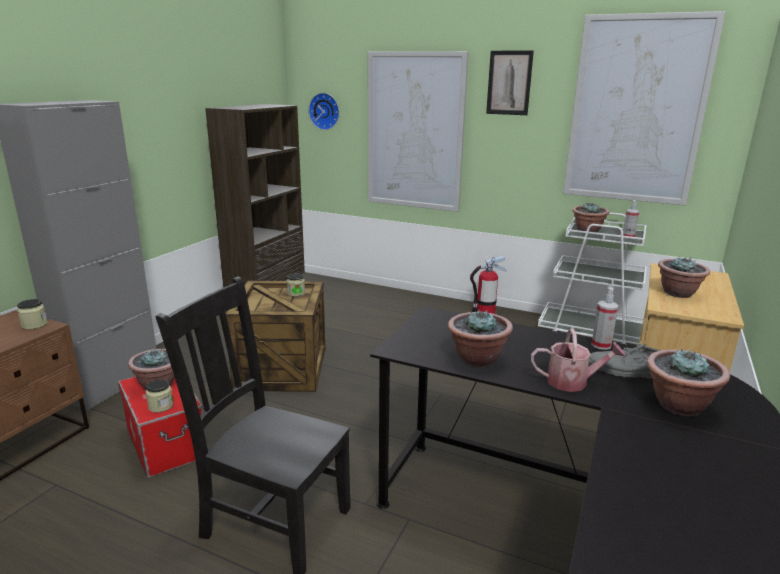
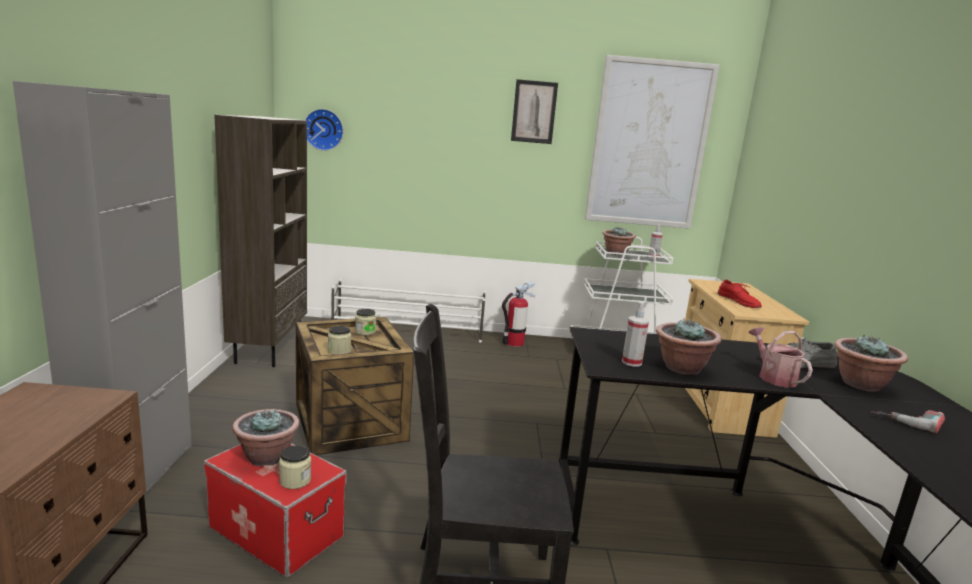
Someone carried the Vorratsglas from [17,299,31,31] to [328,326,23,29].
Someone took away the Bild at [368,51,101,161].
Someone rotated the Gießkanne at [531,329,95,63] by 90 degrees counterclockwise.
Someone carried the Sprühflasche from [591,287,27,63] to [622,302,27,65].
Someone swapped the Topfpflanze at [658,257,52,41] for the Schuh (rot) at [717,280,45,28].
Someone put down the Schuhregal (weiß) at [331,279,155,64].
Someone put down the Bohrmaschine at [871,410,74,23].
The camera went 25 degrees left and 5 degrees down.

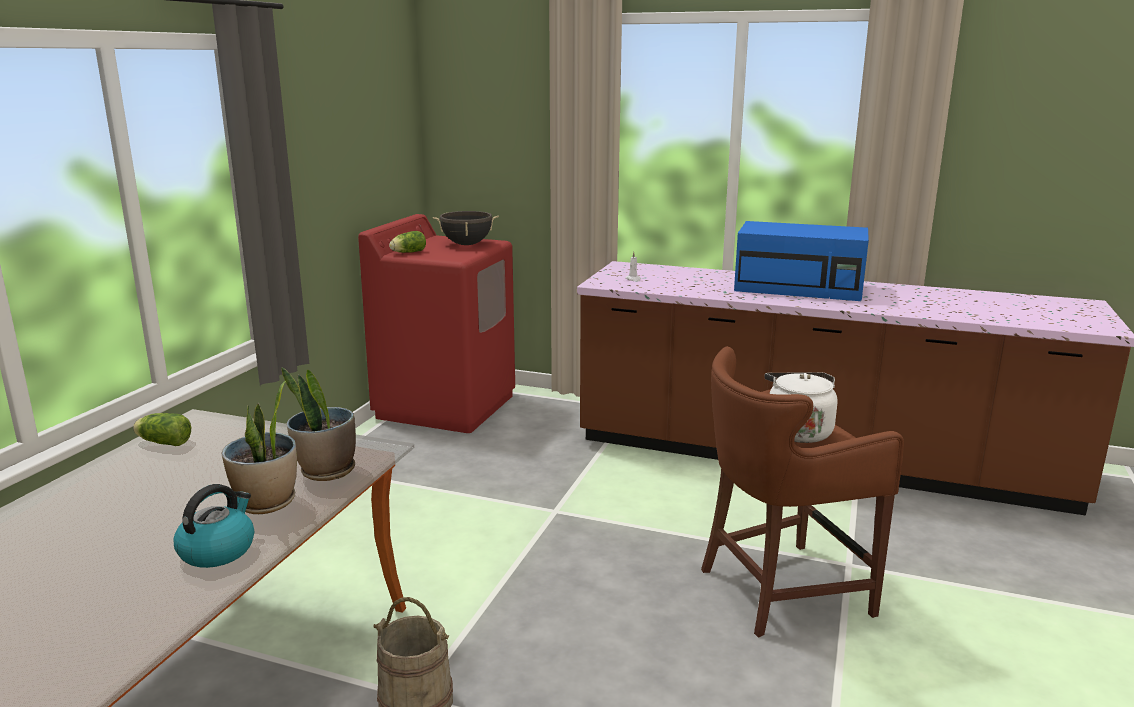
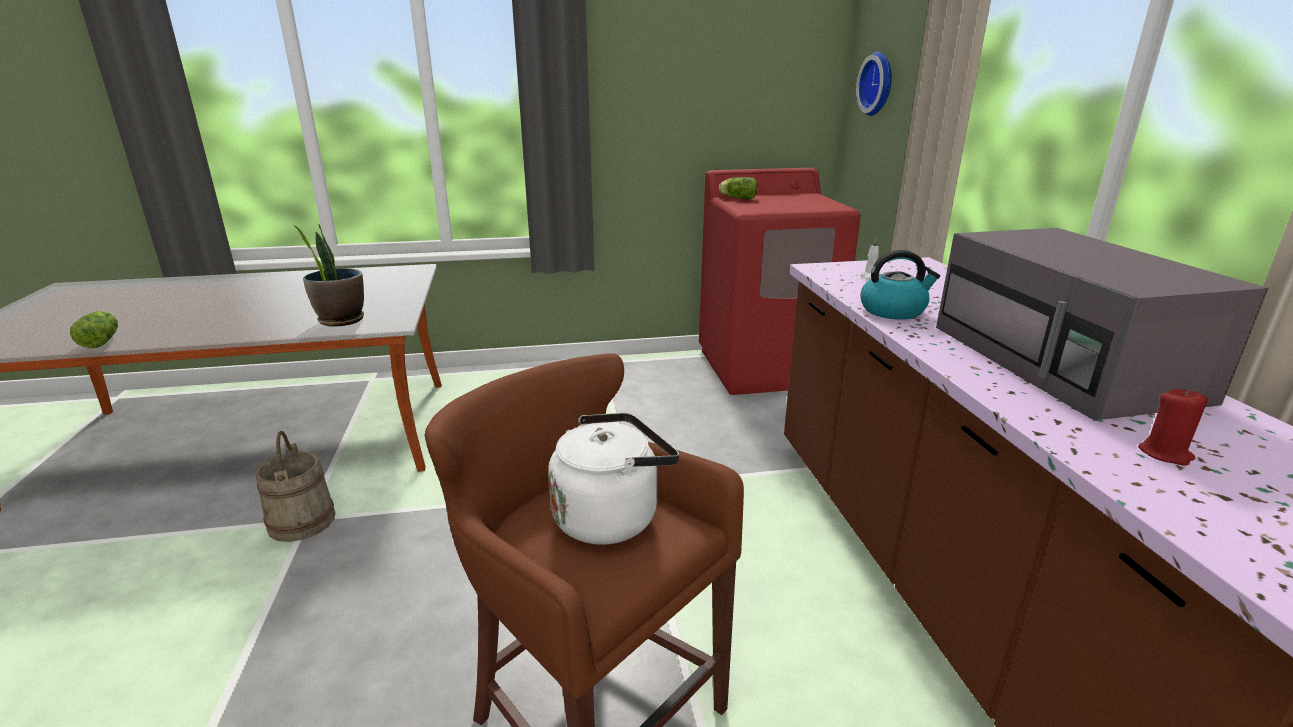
Someone carried the Salatkopf from [133,413,58,33] to [70,311,48,37].
Someone carried the Wasserkessel from [173,484,81,84] to [860,250,80,70].
Someone took away the Topfpflanze at [222,381,75,133].
Someone took away the Kochtopf (schwarz) at [433,211,66,34].
Someone repainted the Mikrowelle (blau) at [734,221,135,80], which became the Mikrowelle (grau) at [936,228,332,193].
Someone put up the Wanduhr at [856,52,36,64].
Someone put down the Kerze (rot) at [1138,389,70,77].
The camera went 60 degrees right and 5 degrees up.

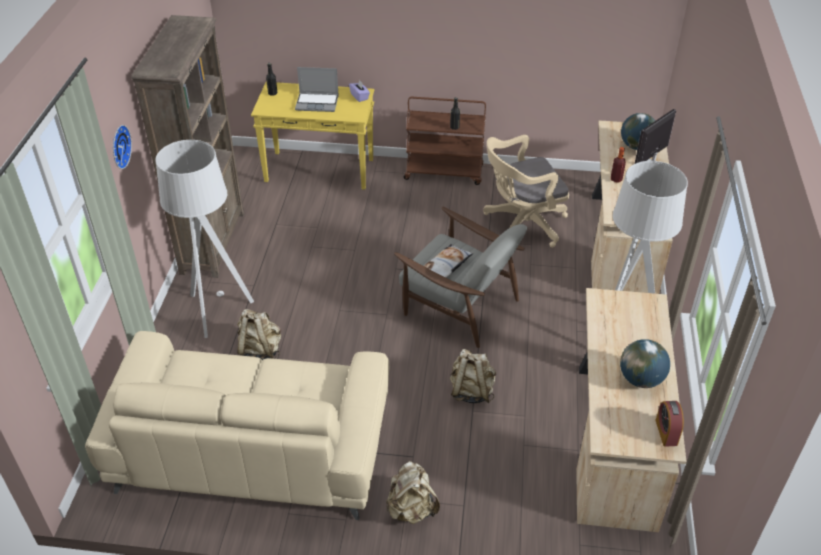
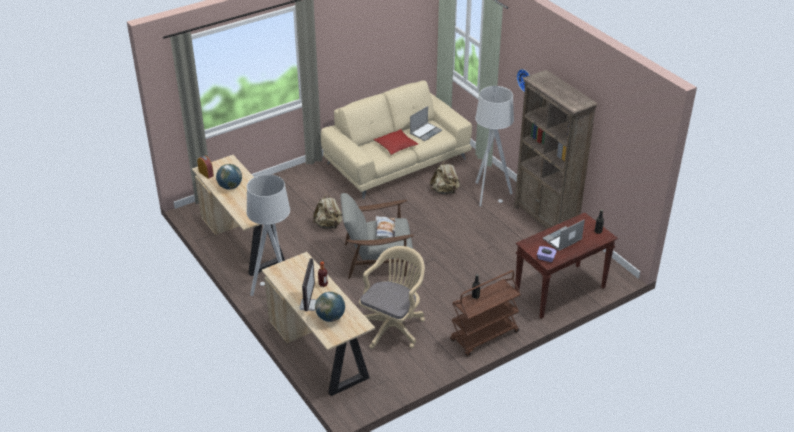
Someone repainted the Konsolentisch (gelb) at [251,82,123,108], which became the Konsolentisch (braun) at [515,213,103,106].
Someone took away the Rucksack (beige) at [386,461,54,63].
Someone put down the Kissen (rot) at [374,129,45,26].
Someone put down the Laptop at [410,106,32,35].
The camera went 140 degrees right and 5 degrees down.

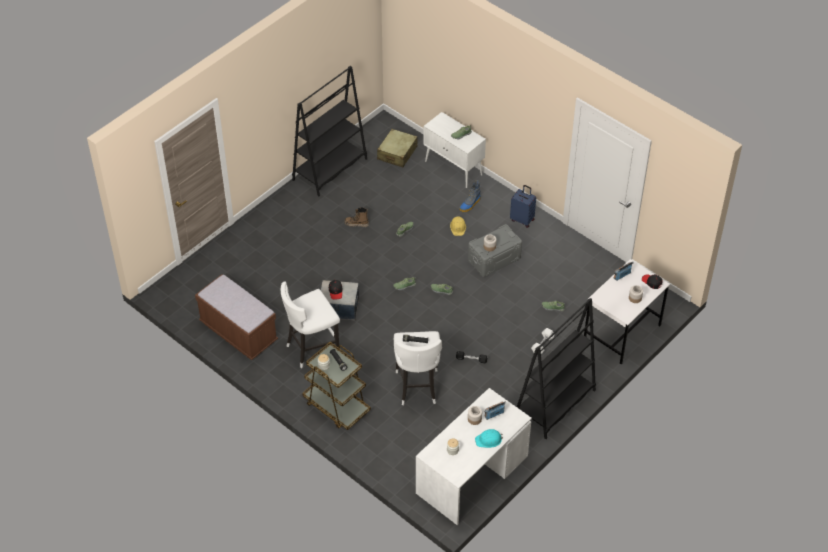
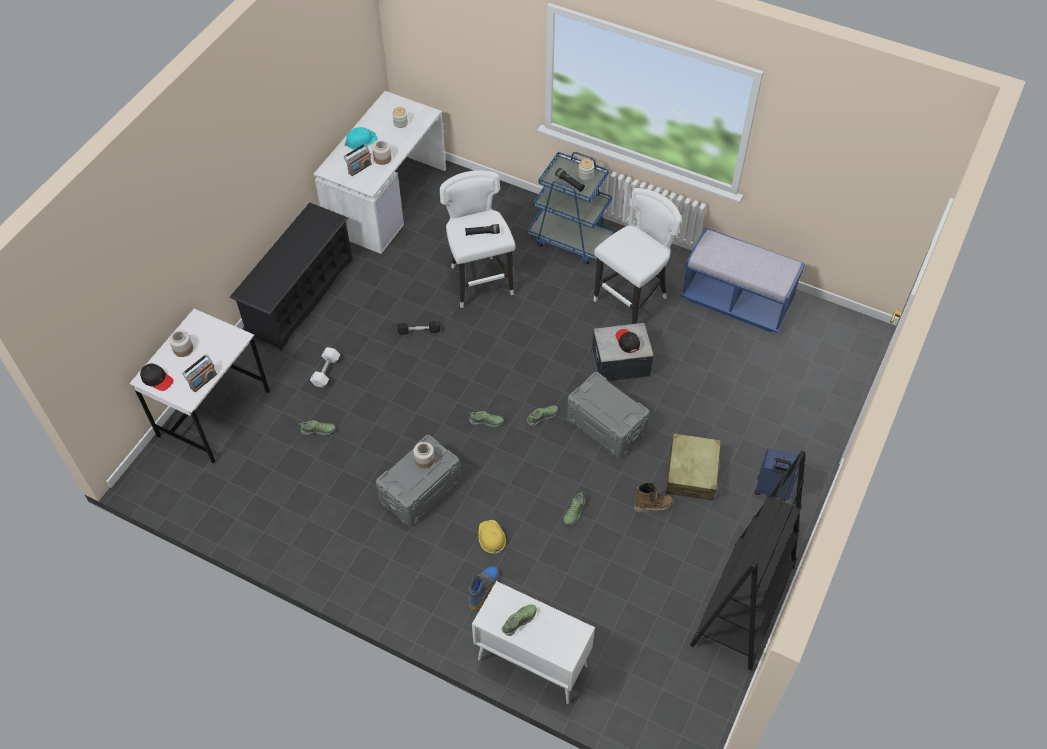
Someone repainted the Bank (braun) at [195,274,83,86], which became the Bank (blau) at [680,227,125,106].
Someone repainted the Rollwagen (braun) at [302,342,69,88], which became the Rollwagen (blau) at [527,152,89,112].
Someone carried the Koffer (beige) from [377,129,41,38] to [665,433,56,68].
Someone carried the Koffer (blau) from [510,185,26,43] to [755,448,44,53].
Someone swapped the Bücherregal (schwarz) at [517,298,79,141] for the Schuhregal (schwarz) at [229,202,124,149].
Someone put down the Aufbewahrungsbox (grau) at [567,372,83,87].
The camera went 165 degrees right and 5 degrees up.

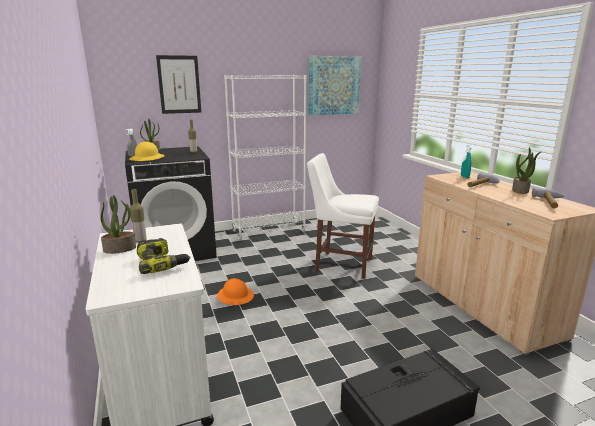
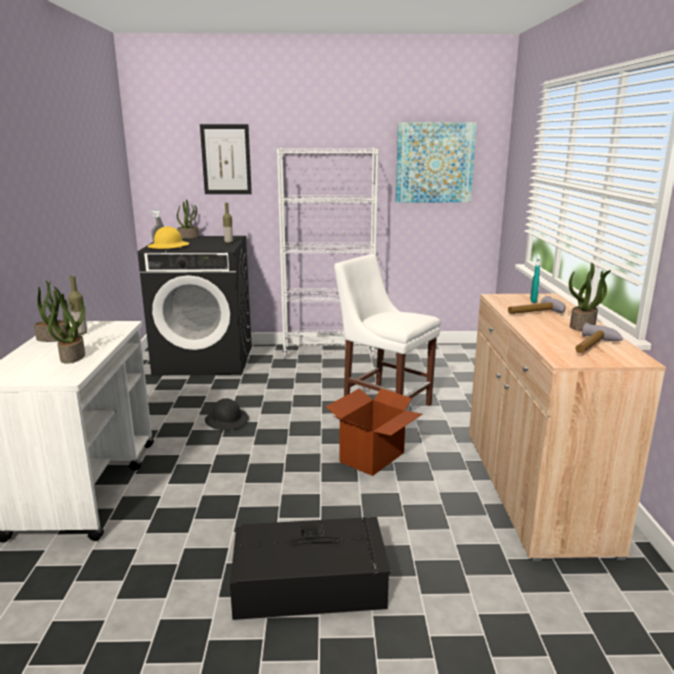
Someone swapped the Bohrmaschine at [137,238,53,36] for the Topfpflanze at [43,294,42,70].
Someone repainted the Schutzhelm (orange) at [217,278,37,27], which became the Schutzhelm (schwarz) at [205,398,44,32].
Someone put down the Karton at [325,388,97,88].
The camera went 20 degrees right and 0 degrees up.

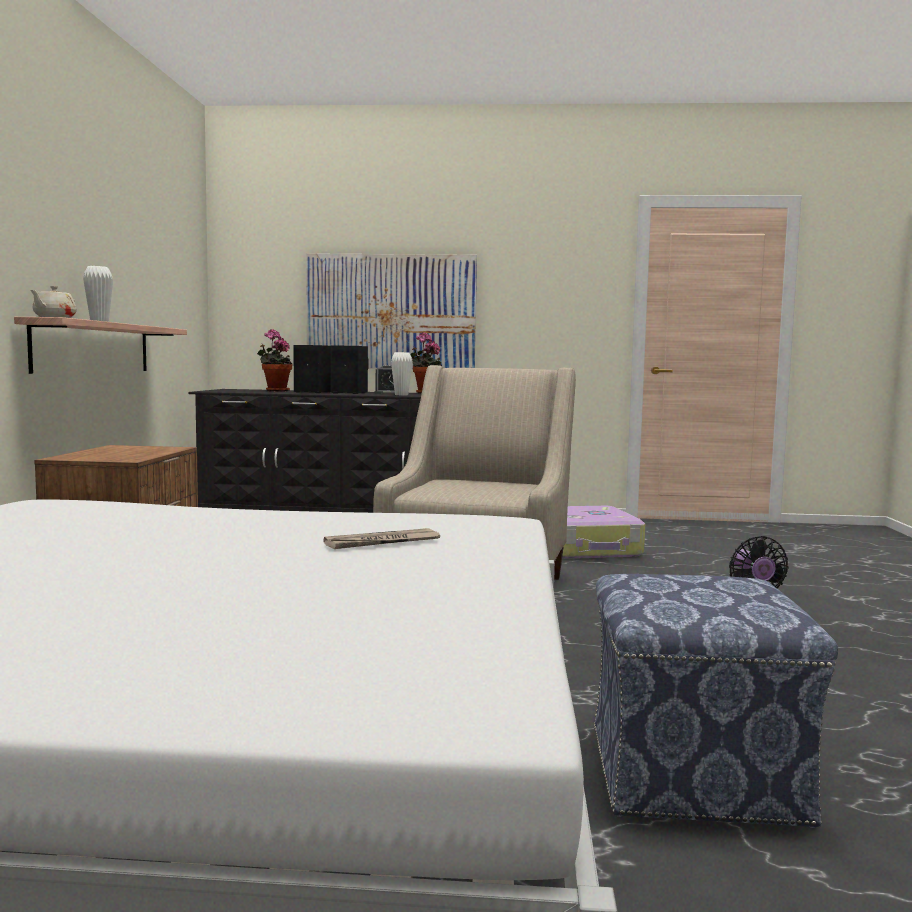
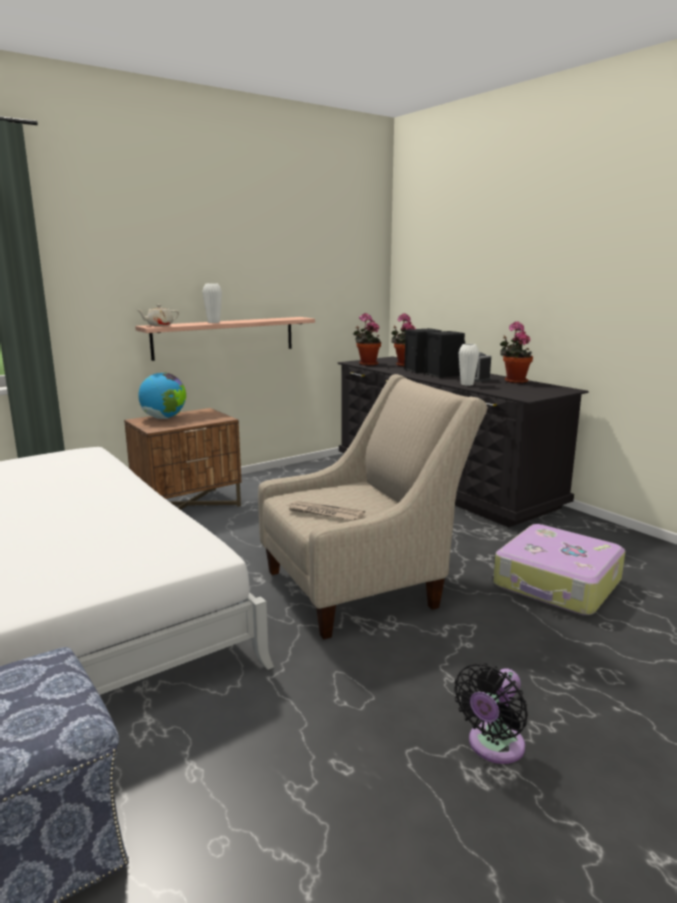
Someone took away the Bild at [306,253,171,116].
Someone carried the Zeitung from [323,528,117,21] to [288,501,77,19].
Someone put down the Globus at [138,373,48,46].
Someone put down the Topfpflanze at [353,313,28,53].
The camera went 50 degrees right and 10 degrees up.

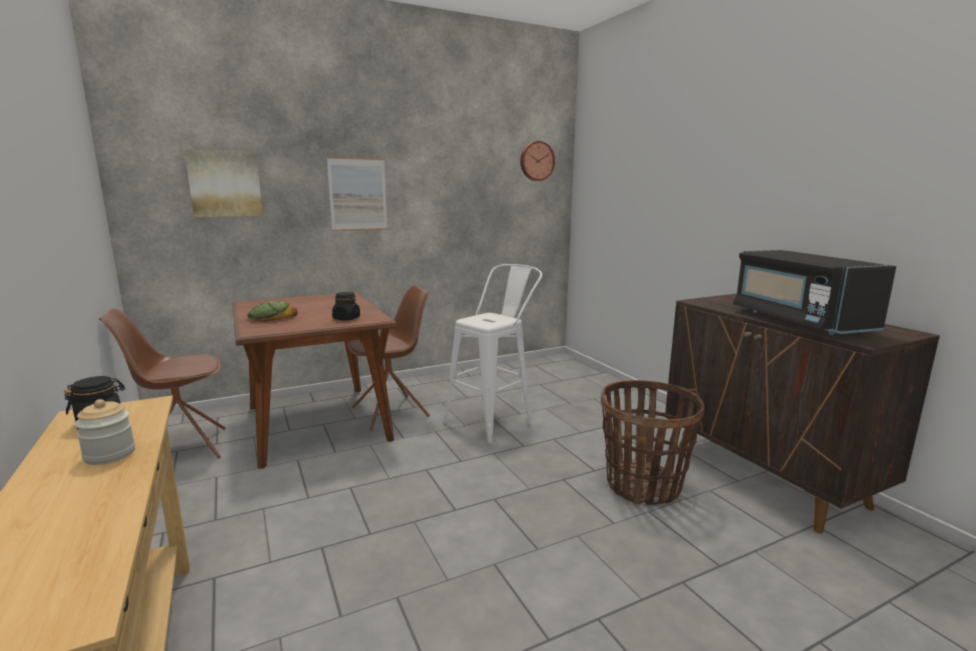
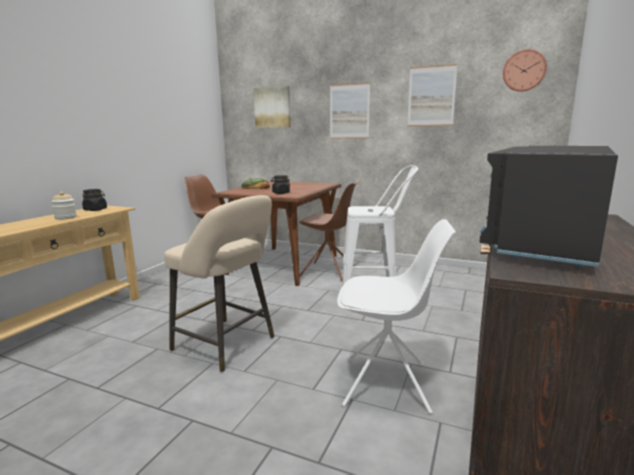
Someone swapped the Korb at [601,380,103,125] for the Stuhl (weiß) at [337,219,119,195].
Someone put down the Hocker (beige) at [164,195,110,177].
Someone put up the Bild at [407,64,51,62].
The camera went 50 degrees right and 0 degrees up.

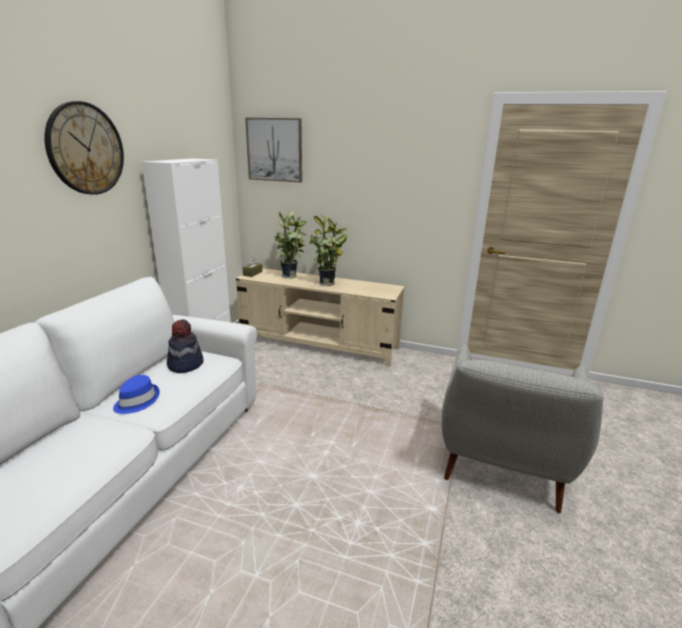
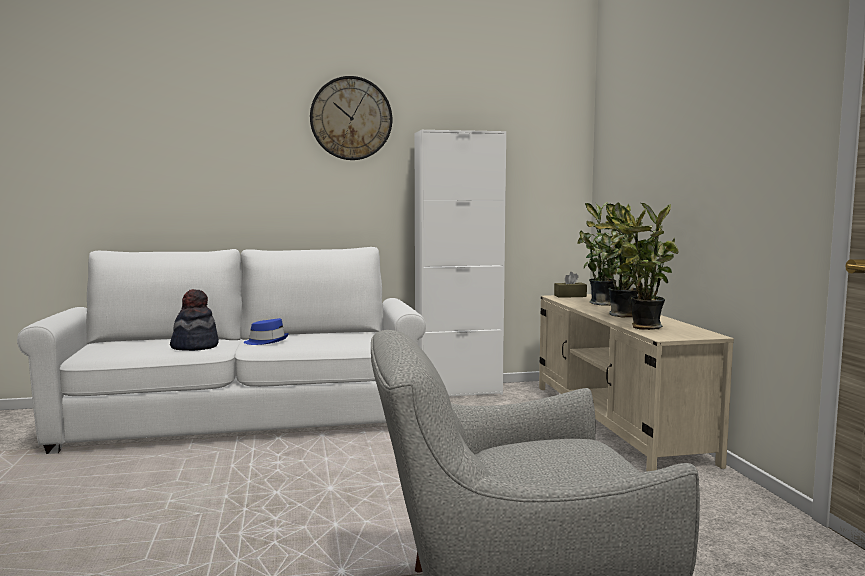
Someone carried the Hut from [167,319,37,54] to [170,289,49,62].
Someone took away the Bild at [245,118,57,64].
Someone put down the Topfpflanze at [614,203,65,127].
The camera went 60 degrees right and 15 degrees down.

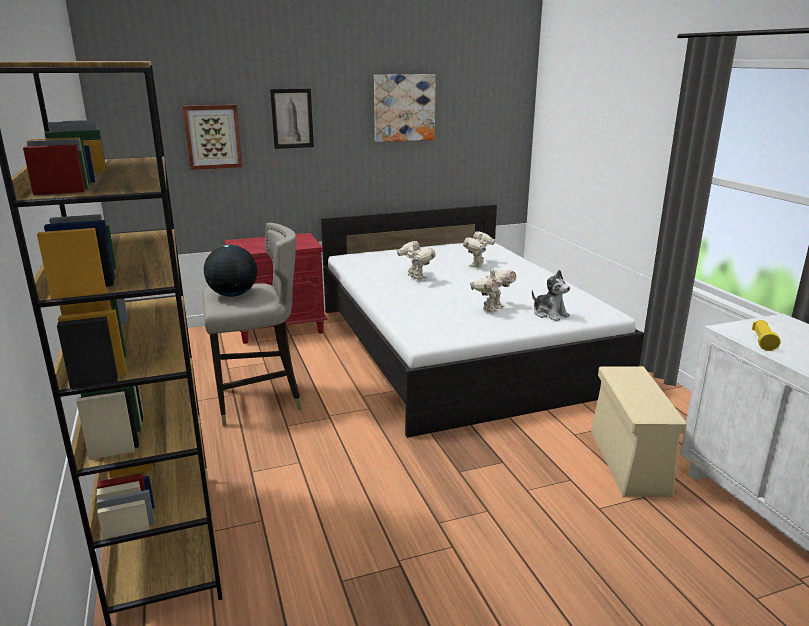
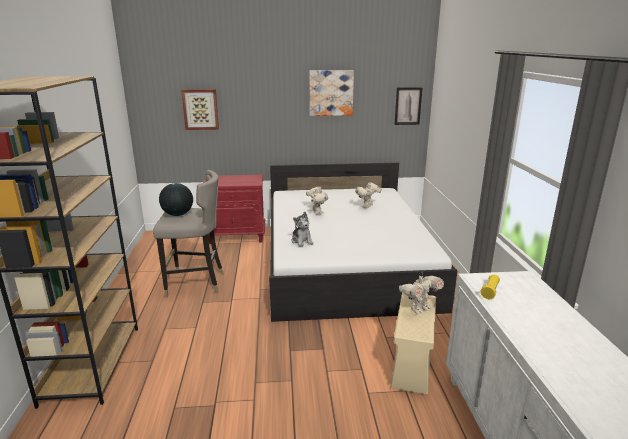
Someone carried the Bild from [270,89,44,60] to [394,87,29,38].
Someone carried the Spielzeugroboter from [470,267,46,46] to [399,275,45,39].
Someone carried the Plüschtier from [532,270,38,51] to [292,212,21,35].
The camera went 15 degrees right and 0 degrees up.

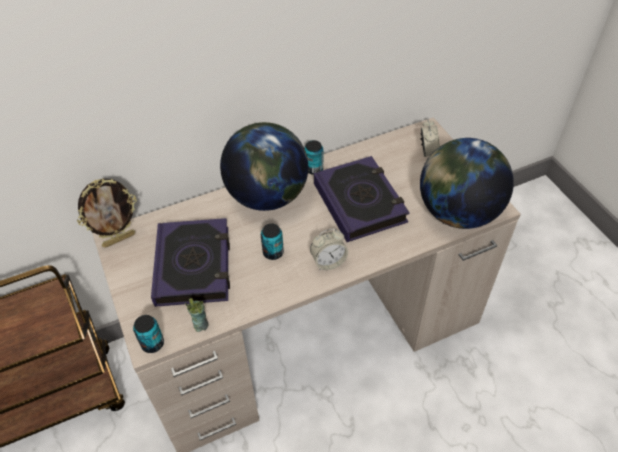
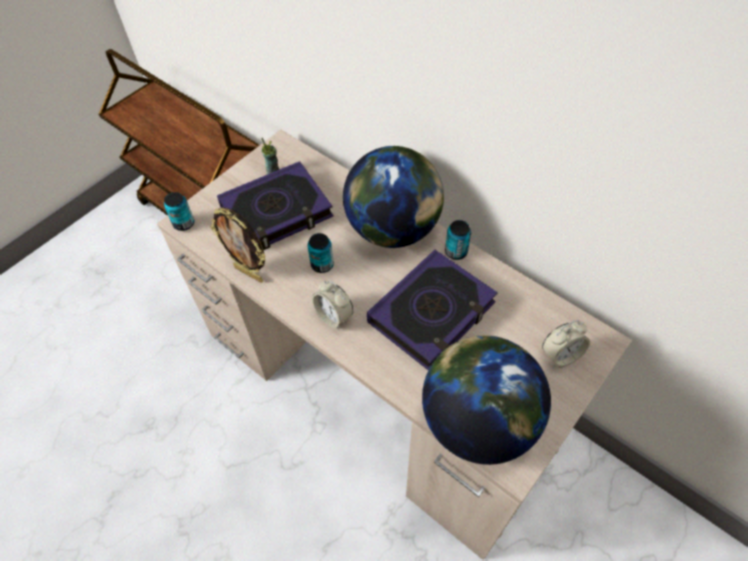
Someone carried the Bilderrahmen from [77,178,60,70] to [210,207,55,76].
Someone carried the Tasse from [185,298,24,34] to [261,138,18,37].
The camera went 65 degrees right and 5 degrees up.

